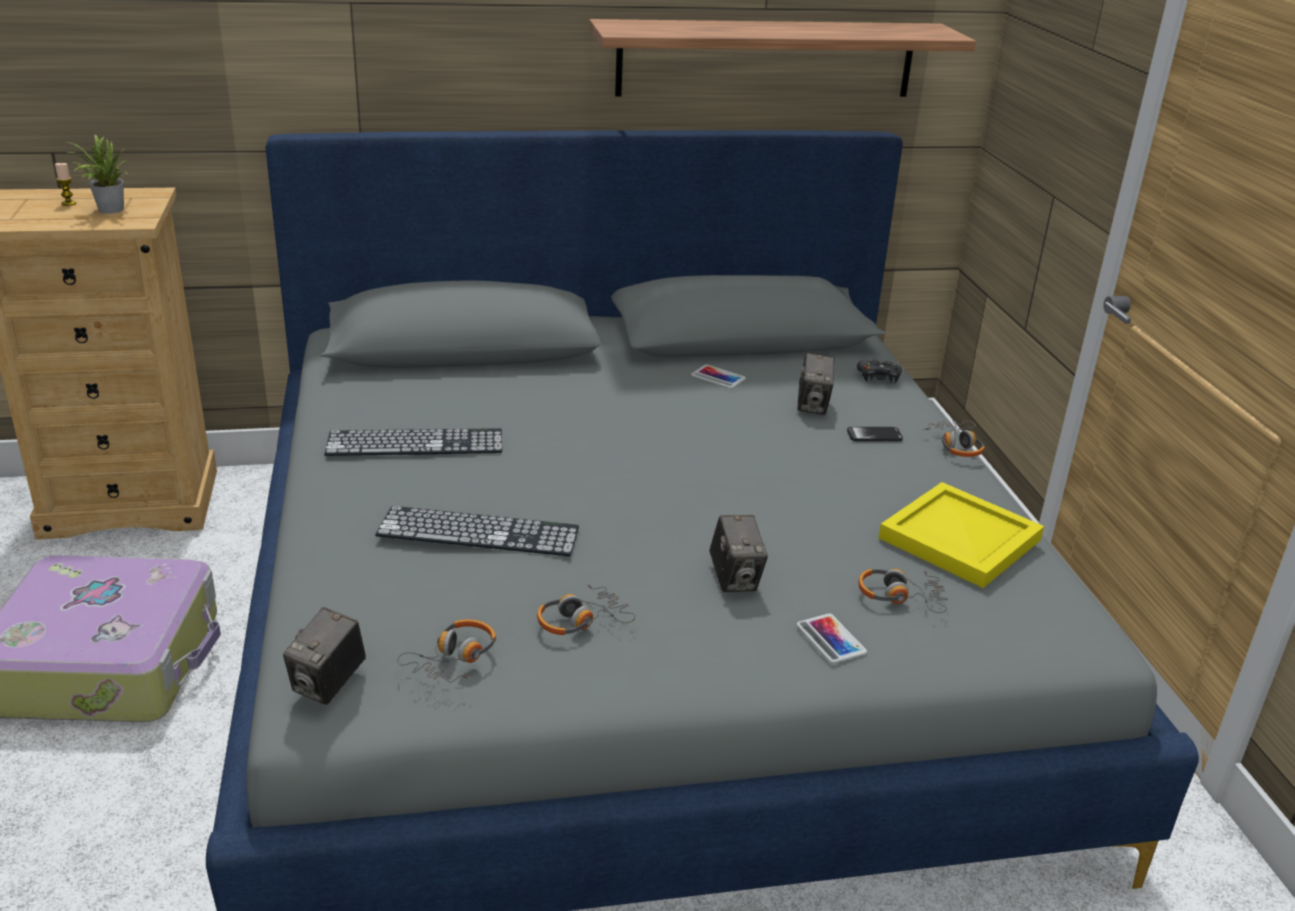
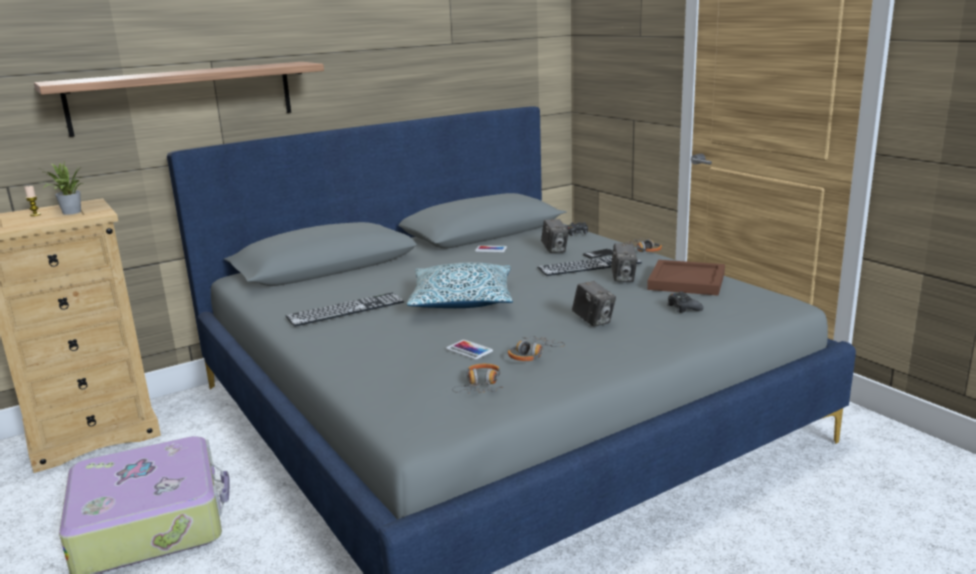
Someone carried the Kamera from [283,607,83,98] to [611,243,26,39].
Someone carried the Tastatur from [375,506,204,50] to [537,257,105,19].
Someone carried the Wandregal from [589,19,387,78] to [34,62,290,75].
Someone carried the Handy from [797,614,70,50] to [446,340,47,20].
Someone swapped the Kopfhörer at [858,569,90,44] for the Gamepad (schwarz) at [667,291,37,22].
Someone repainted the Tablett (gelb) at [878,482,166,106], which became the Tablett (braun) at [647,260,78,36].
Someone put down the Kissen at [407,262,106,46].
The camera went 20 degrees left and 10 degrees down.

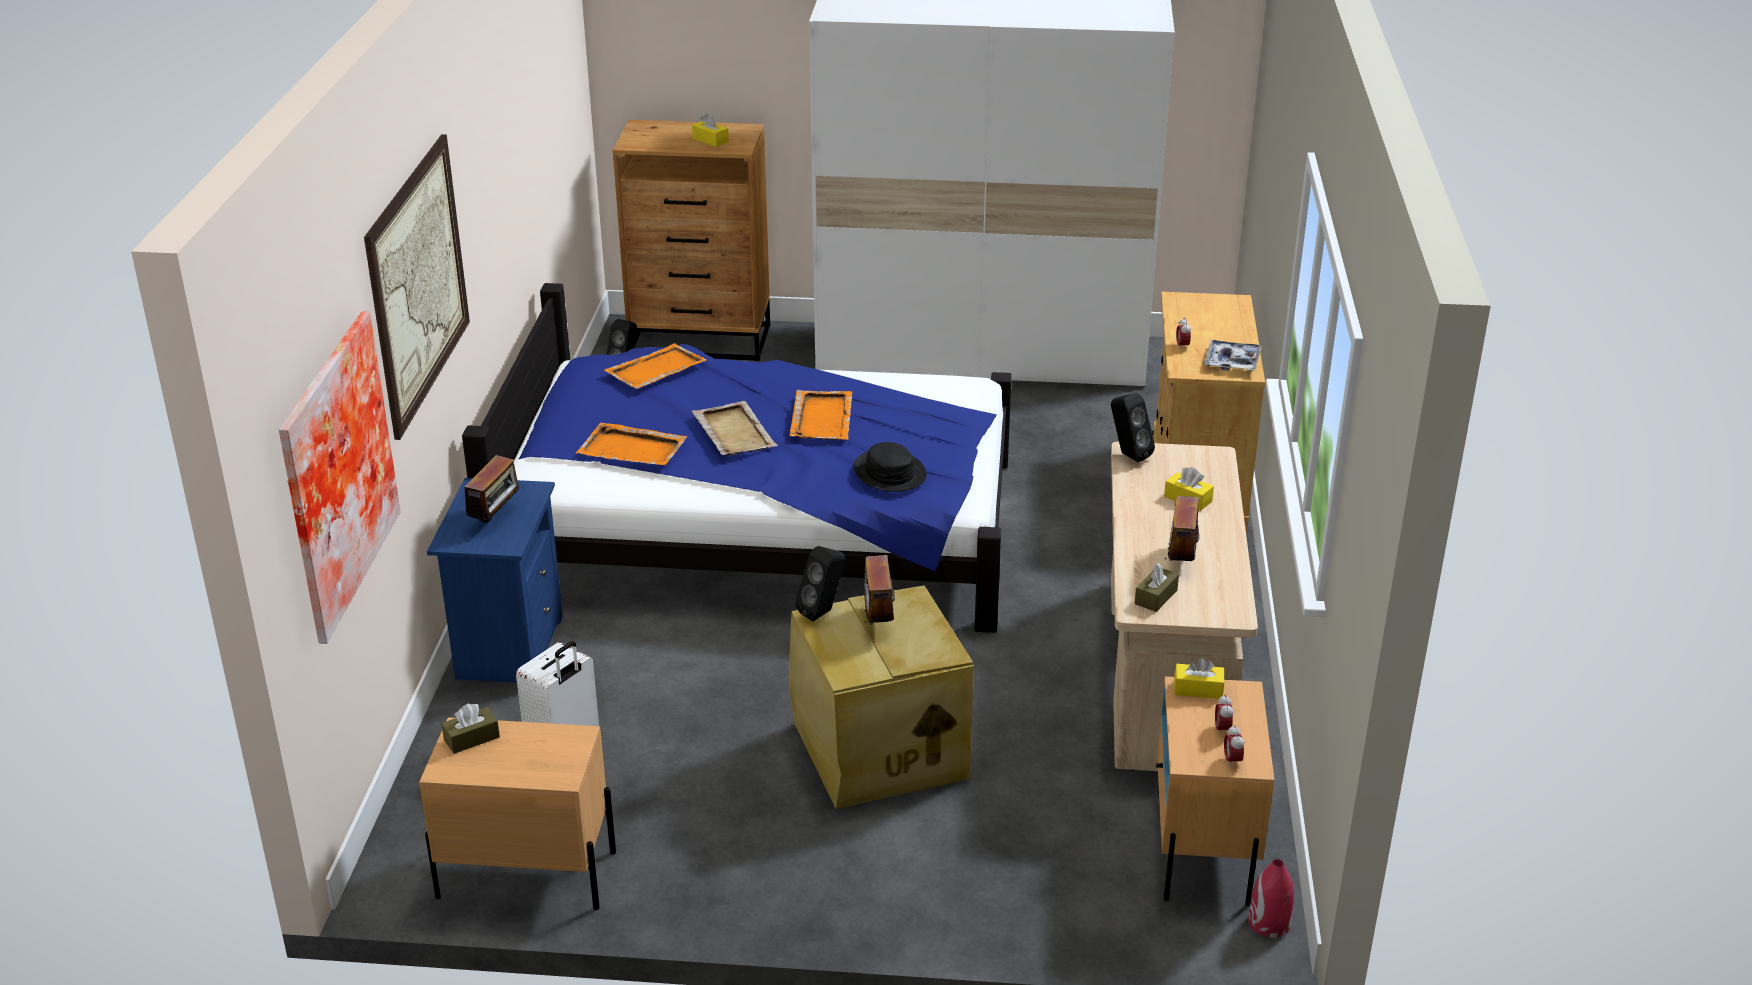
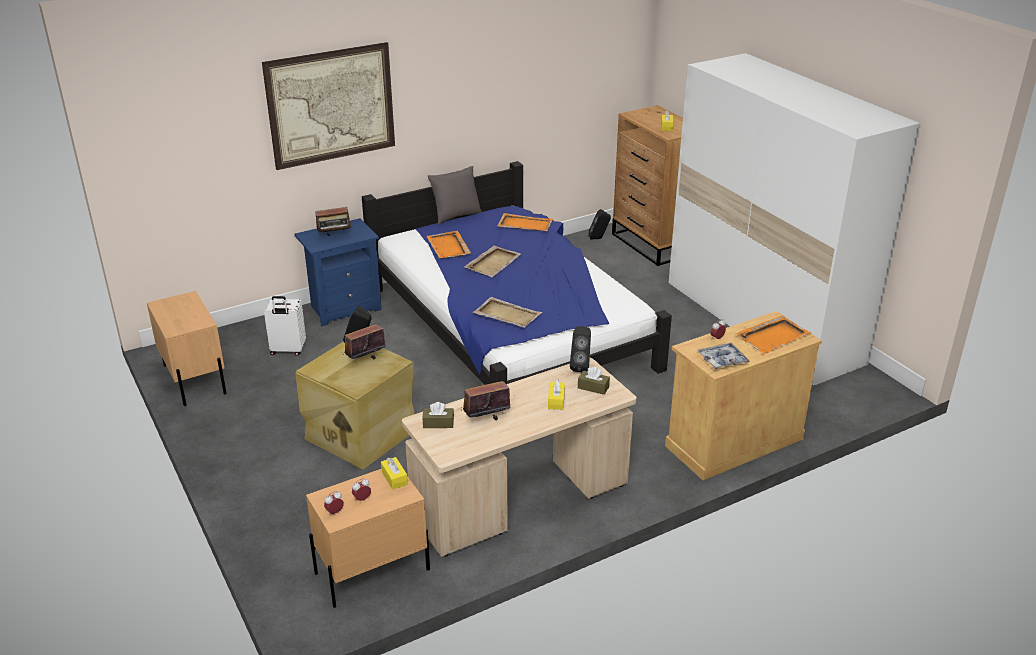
Someone took away the Bild at [279,311,122,333].
Someone carried the Taschentuchbox (braun) from [442,703,58,51] to [578,367,32,28].
Someone carried the Tablett (orange) from [790,390,62,50] to [735,315,76,39].
Someone swapped the Hut (schwarz) at [853,442,74,50] for the Tablett (beige) at [473,297,69,31].
Someone took away the Vase (rot) at [1248,859,46,79].
Someone put down the Kissen (grau) at [428,166,54,59].
The camera went 55 degrees right and 0 degrees up.

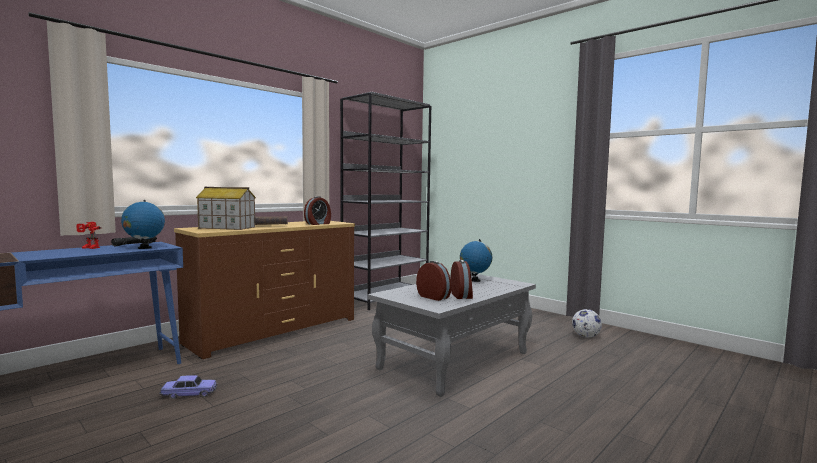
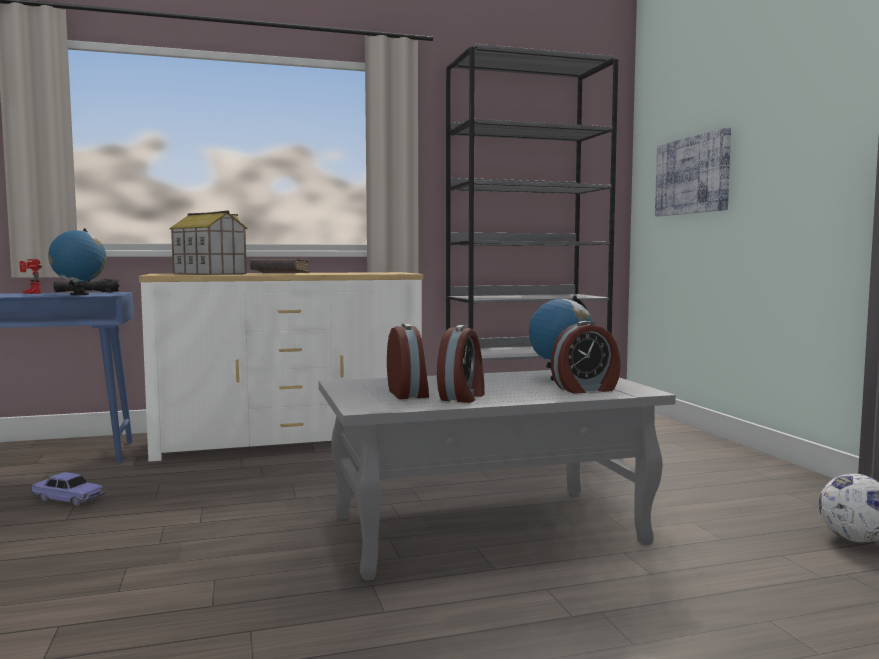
Someone repainted the Kommode (braun) at [174,221,181,138], which became the Kommode (weiß) at [139,272,284,190].
Someone carried the Wecker from [304,196,27,29] to [550,321,71,73].
Someone put up the Bild at [655,128,76,88].
The camera went 30 degrees right and 0 degrees up.

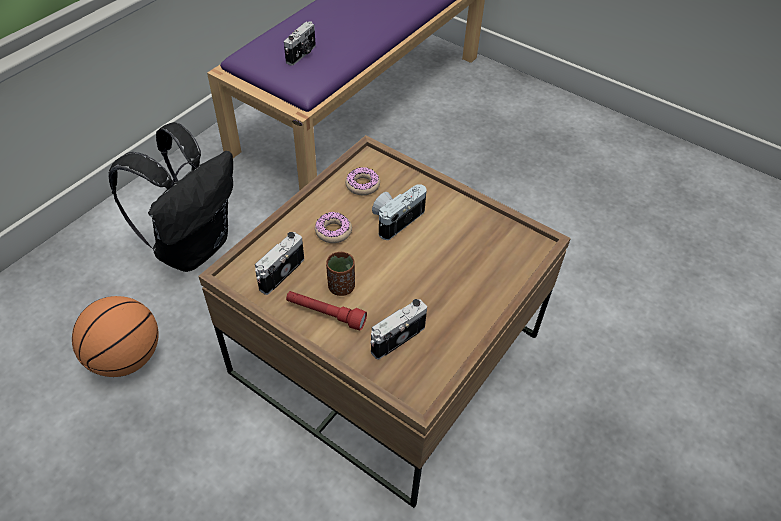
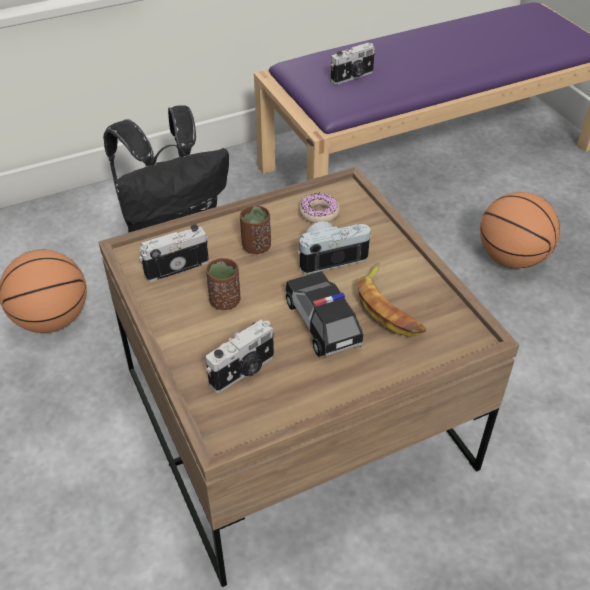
Someone took away the Taschenlampe (rot) at [286,291,81,39].
Someone swapped the Donut at [315,212,37,31] for the Tasse (braun) at [240,205,31,49].
Someone rotated the Kamera at [370,299,57,61] by 150 degrees clockwise.
Someone put down the Spielzeugauto at [286,271,77,86].
Someone put down the Banane at [358,263,68,74].
Someone put down the Basketball at [480,192,80,76].
The camera went 30 degrees right and 5 degrees down.

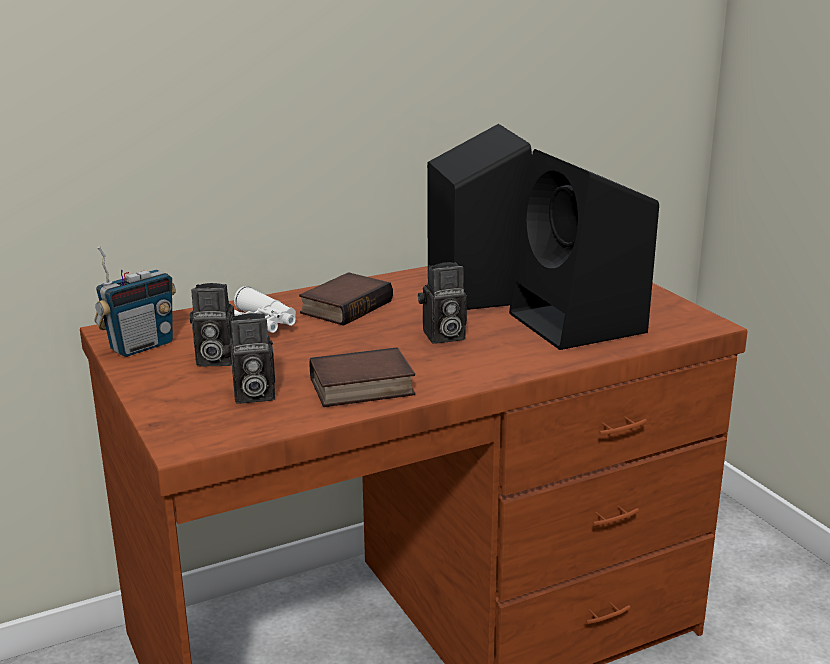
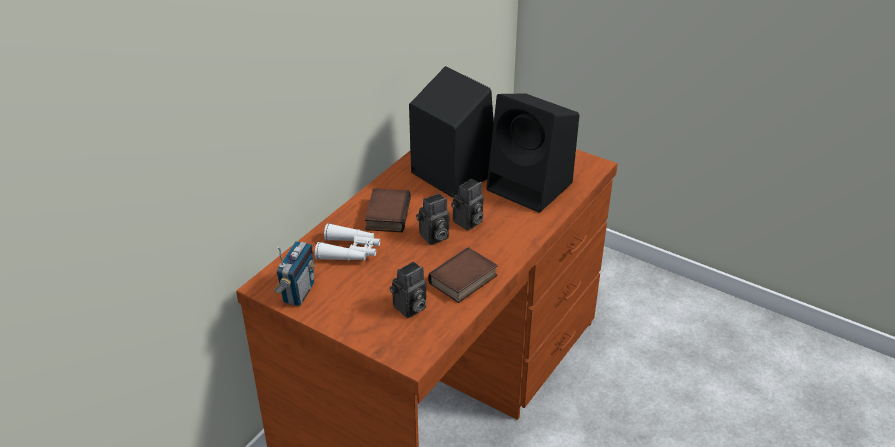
Someone carried the Kamera from [190,283,45,84] to [416,193,33,52].
The camera went 30 degrees left and 15 degrees up.

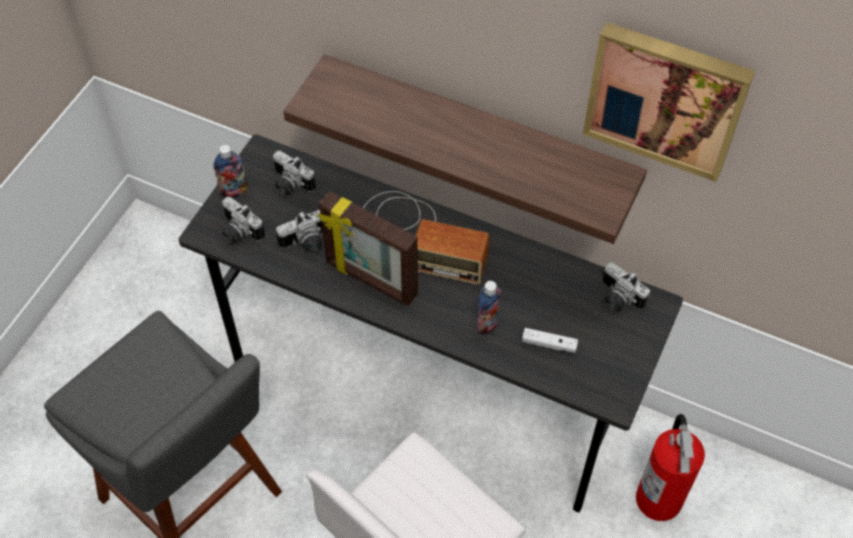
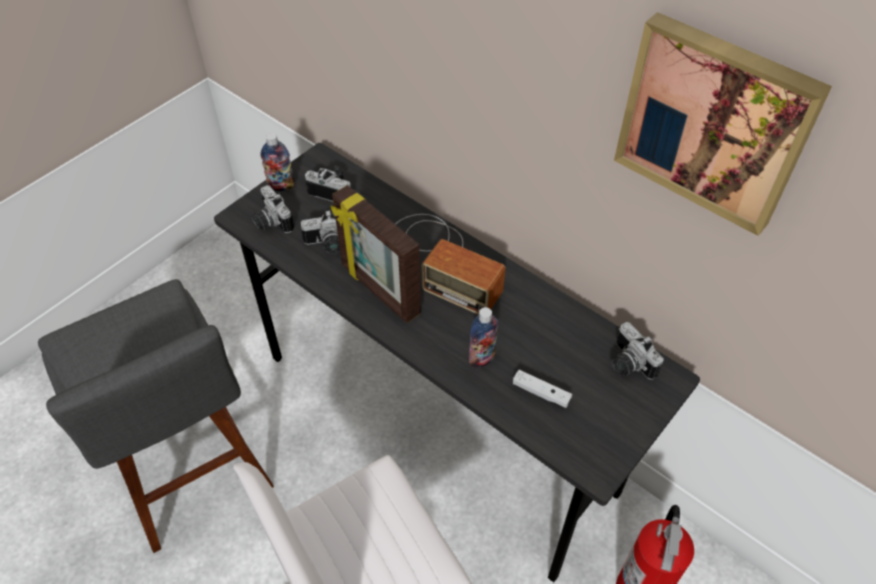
Someone rotated the Kamera at [272,150,44,46] by 150 degrees clockwise.
Someone took away the Wandregal at [283,54,364,190].
The camera went 15 degrees right and 5 degrees down.

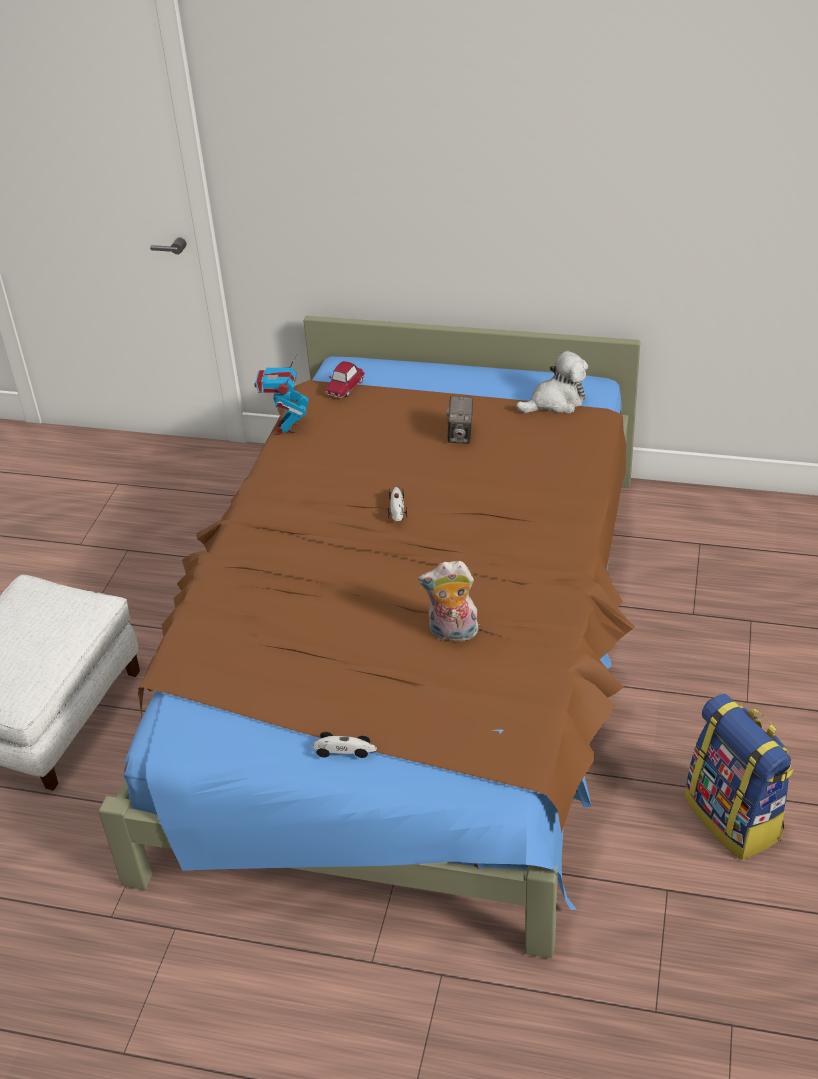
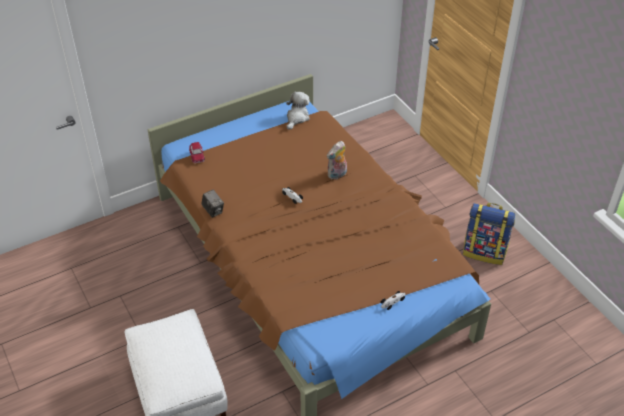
Someone took away the Spielzeugroboter at [255,354,54,81].
Someone carried the Plüschtier from [418,561,62,84] to [327,141,20,39].
Someone carried the Kamera from [446,396,27,48] to [201,190,23,28].
The camera went 45 degrees left and 5 degrees up.

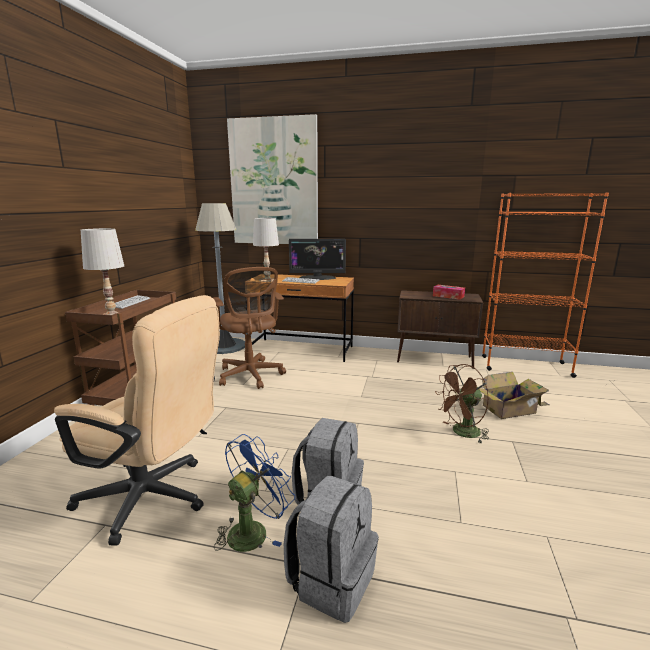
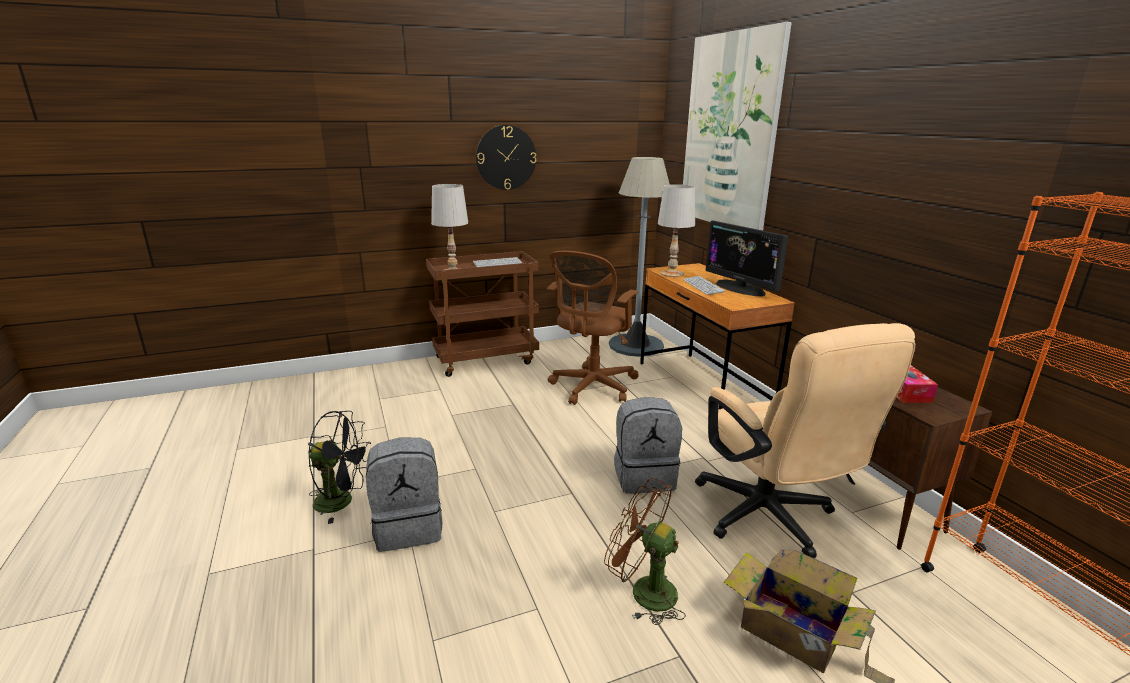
Someone carried the Bürostuhl (beige) from [54,295,166,250] to [695,323,220,235].
Someone repainted the Ventilator (blau) at [214,434,81,118], which became the Ventilator (schwarz) at [308,411,63,113].
Someone carried the Rucksack (grau) from [284,476,95,147] to [614,397,68,97].
Someone put up the Wanduhr at [476,125,60,65].
The camera went 55 degrees right and 5 degrees up.

